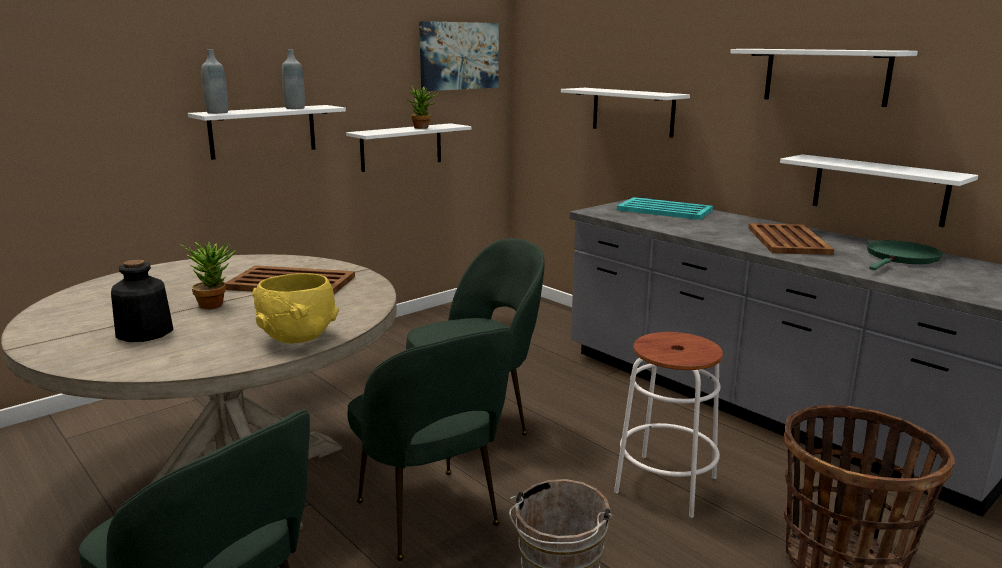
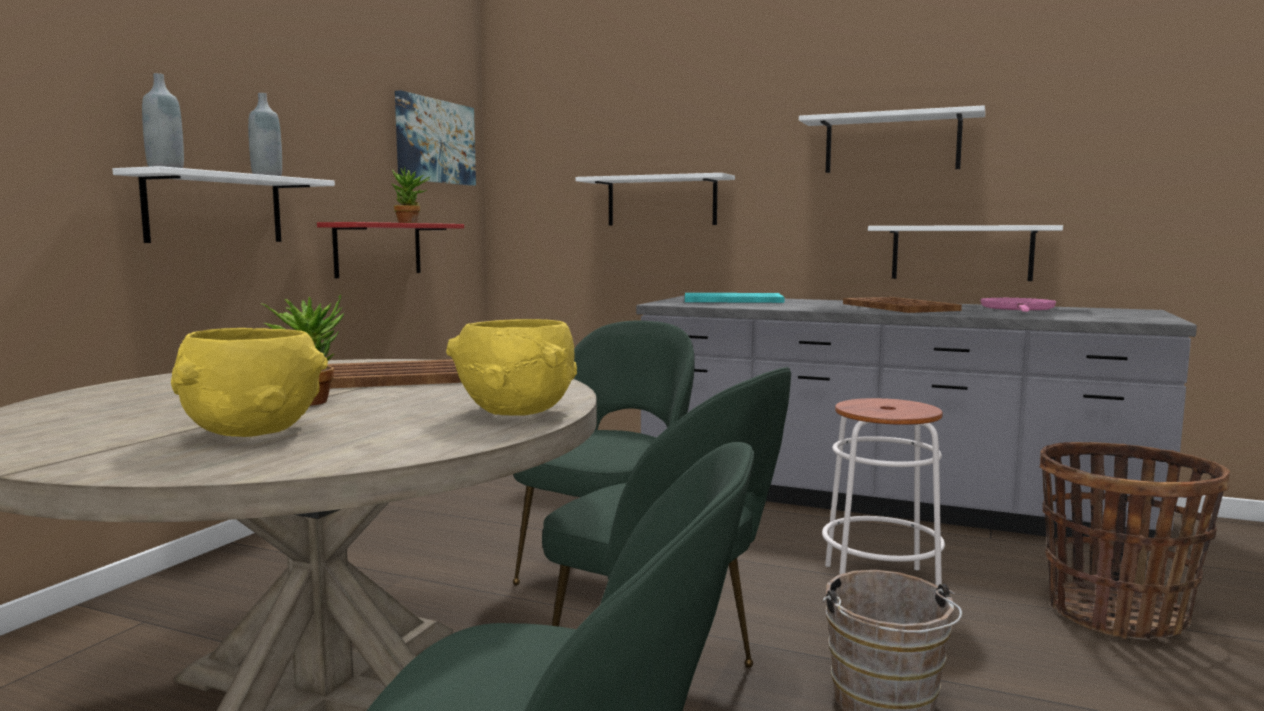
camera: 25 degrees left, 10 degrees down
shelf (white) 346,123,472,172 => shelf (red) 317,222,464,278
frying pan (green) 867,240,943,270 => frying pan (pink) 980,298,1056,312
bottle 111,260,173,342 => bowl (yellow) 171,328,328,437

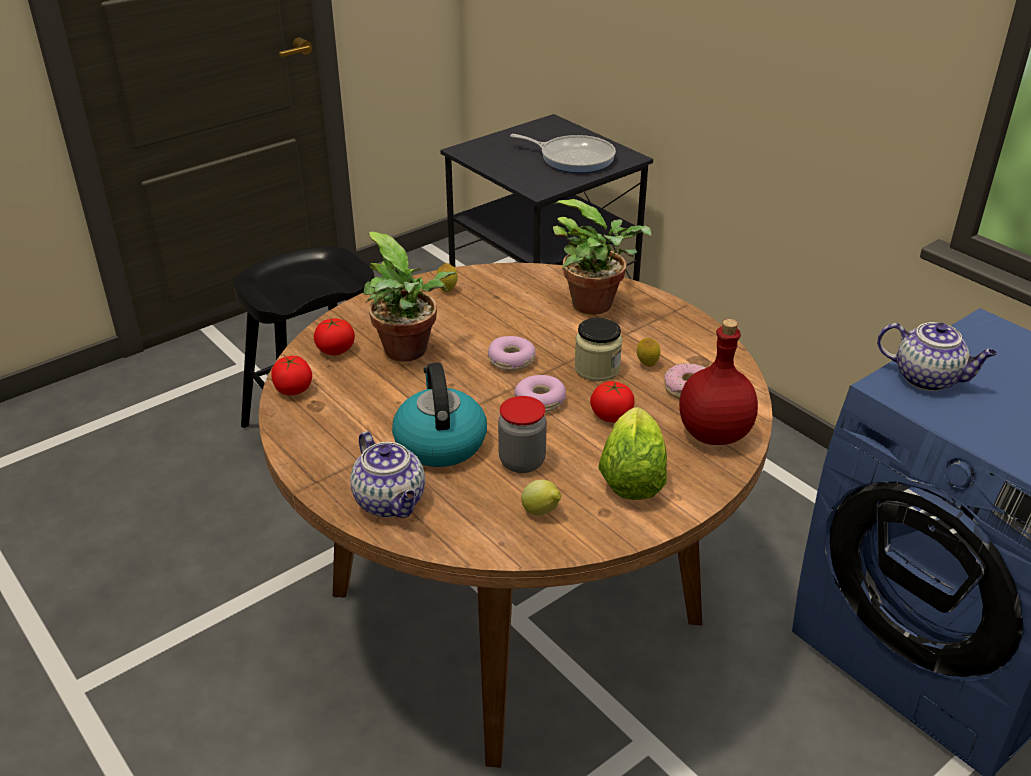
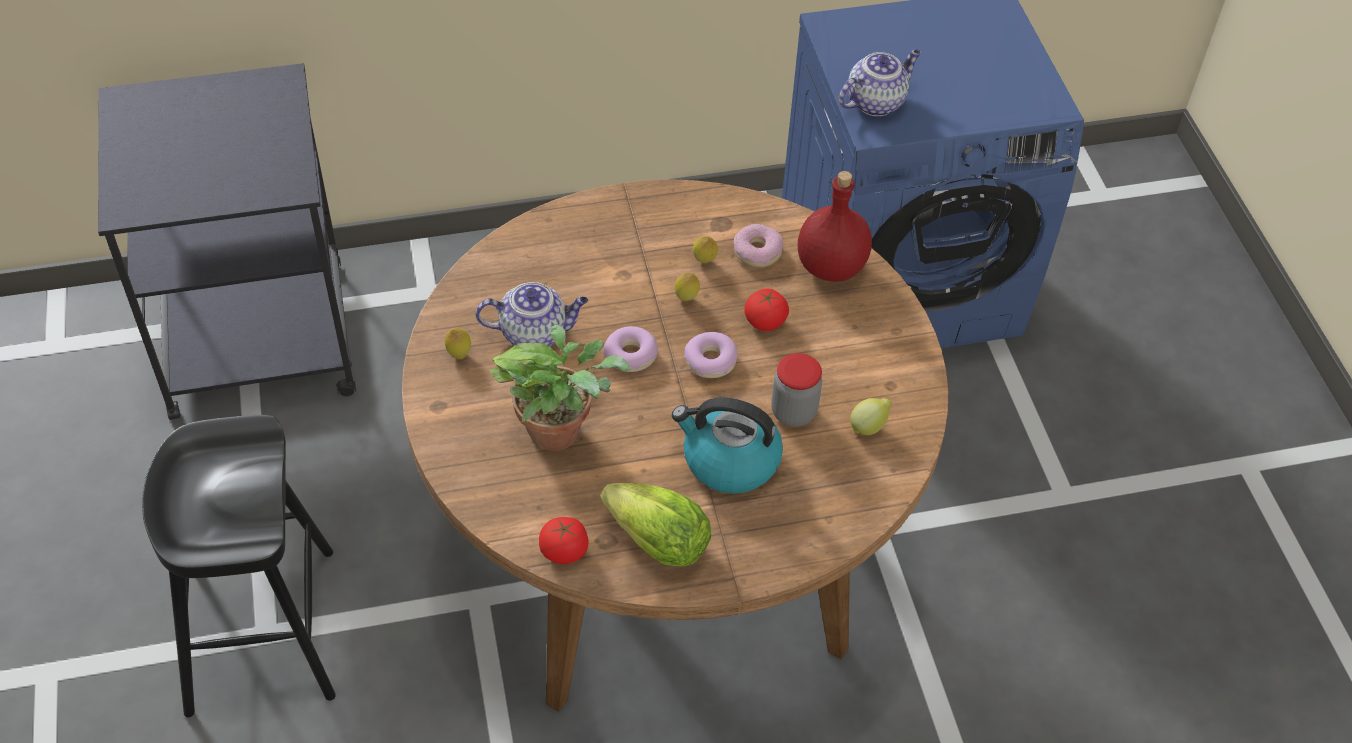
camera: 65 degrees left, 15 degrees up
frying pan 510,134,616,173 => nothing
potted plant 553,199,651,315 => nothing
tomato 314,318,355,355 => nothing
jar 574,318,622,381 => lemon 675,273,700,301
lettuce 598,407,667,500 => lettuce 600,483,711,567, shifted
teapot 350,431,425,518 => teapot 475,282,588,347, shifted

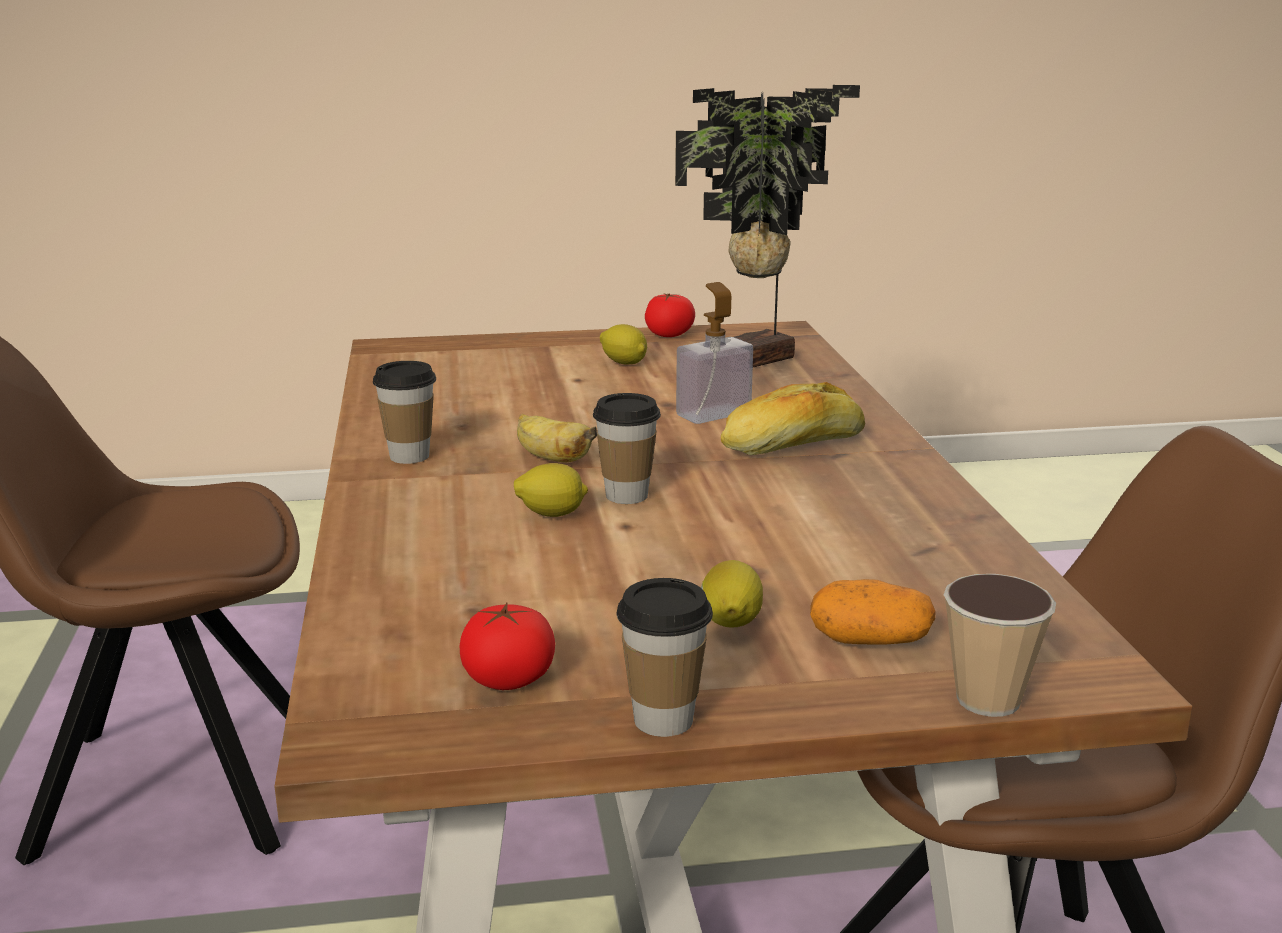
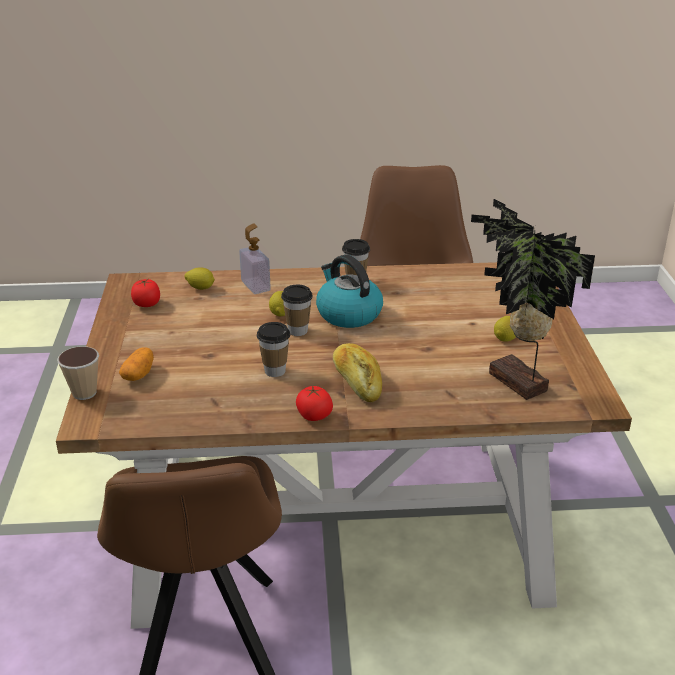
camera: 95 degrees right, 10 degrees up
soap dispenser 676,282,753,424 => soap dispenser 239,223,271,294, shifted
tomato 645,293,695,337 => tomato 296,385,333,421, shifted
banana 517,414,597,462 => kettle 316,255,383,328
lemon 701,560,763,628 => lemon 185,267,215,290, shifted
cup 616,578,713,737 => cup 257,322,290,377, shifted

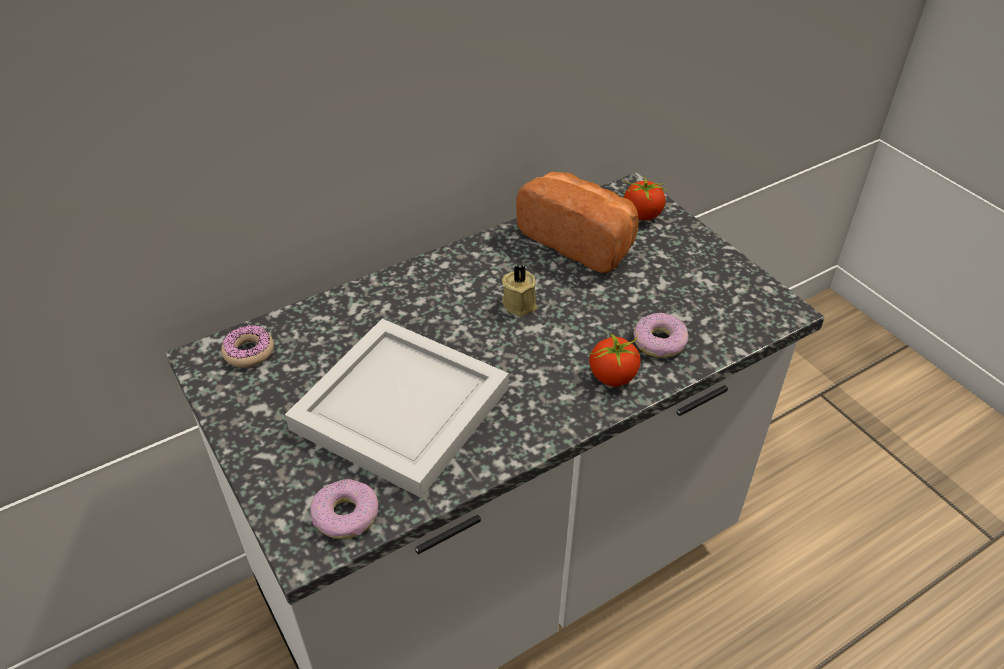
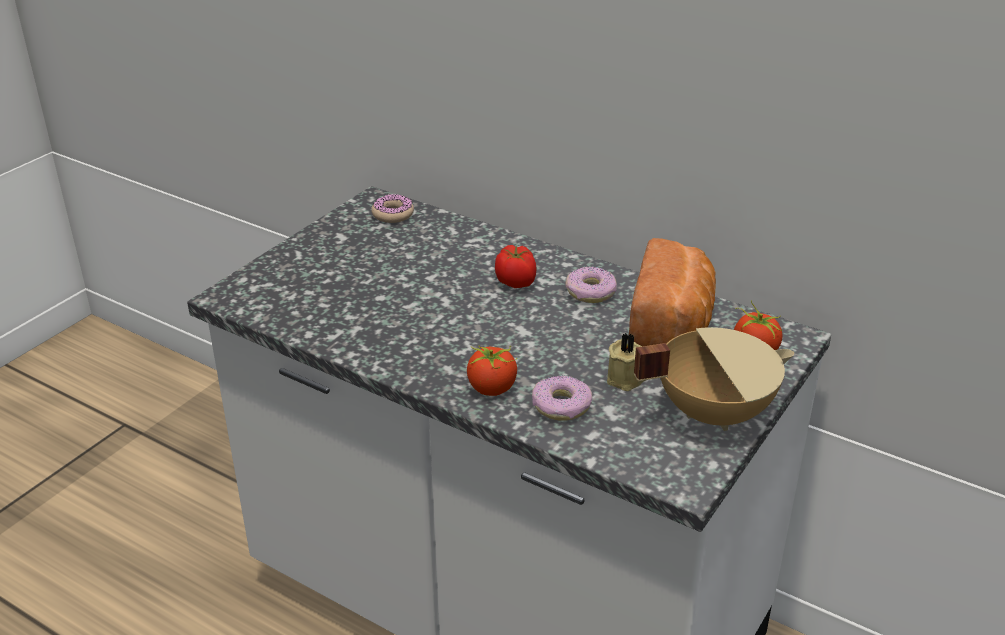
camera: 65 degrees right, 10 degrees down
candle (beige) 502,265,537,317 => candle (beige) 607,333,646,391, shifted
tray (white) 285,319,509,498 => nothing
donut 310,479,378,539 => donut 565,266,617,303, shifted
nothing => tomato 495,245,536,288
nothing => cooking pot (beige) 634,327,794,431

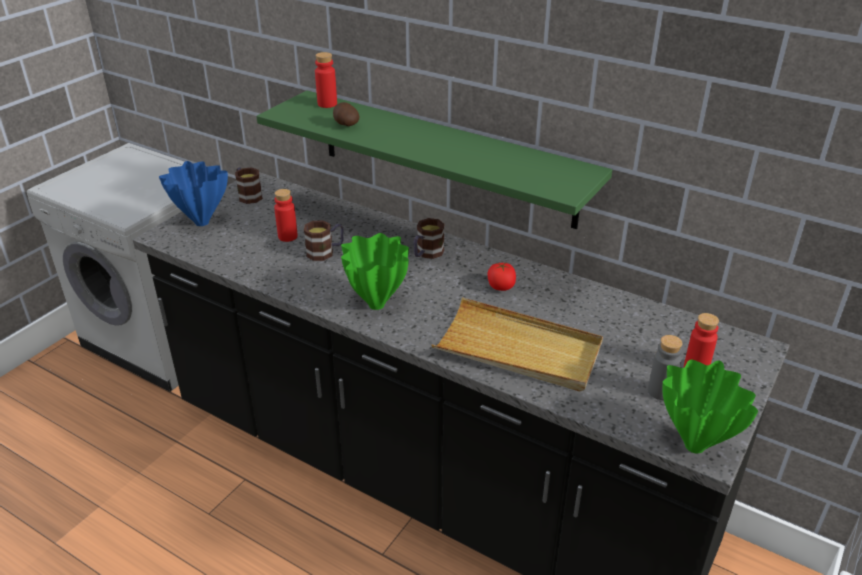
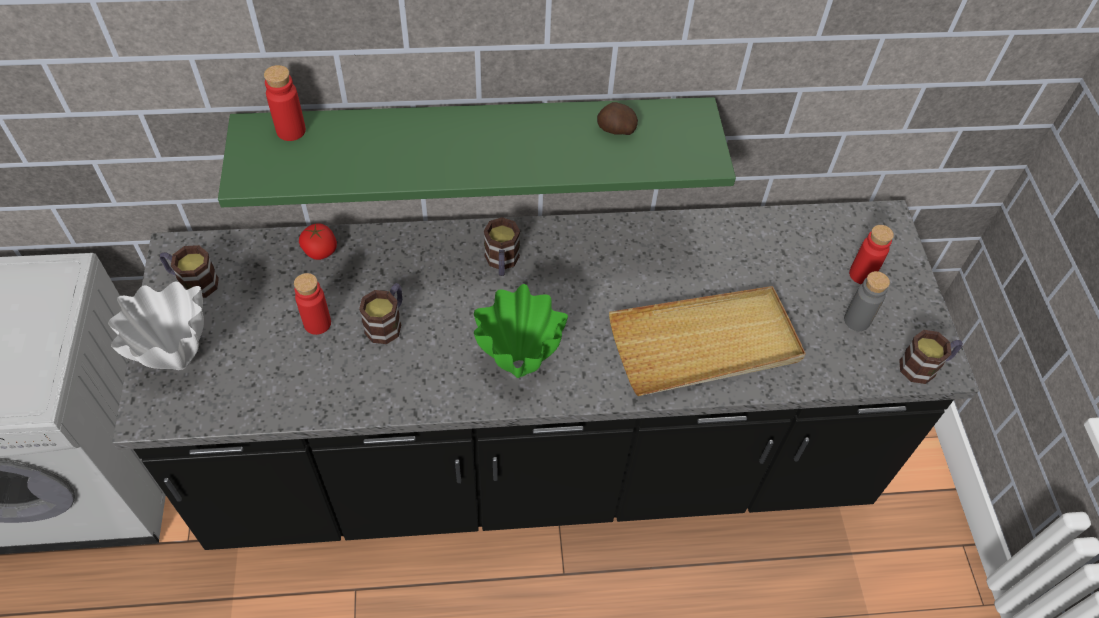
camera: 40 degrees left, 20 degrees up
potato 333,102,360,126 => potato 597,102,638,135, shifted
vase (blue) 159,161,228,226 => vase (white) 108,282,204,370
tomato 487,263,516,291 => tomato 299,223,337,260, shifted
vase (green) 662,360,758,453 => mug 899,330,963,384

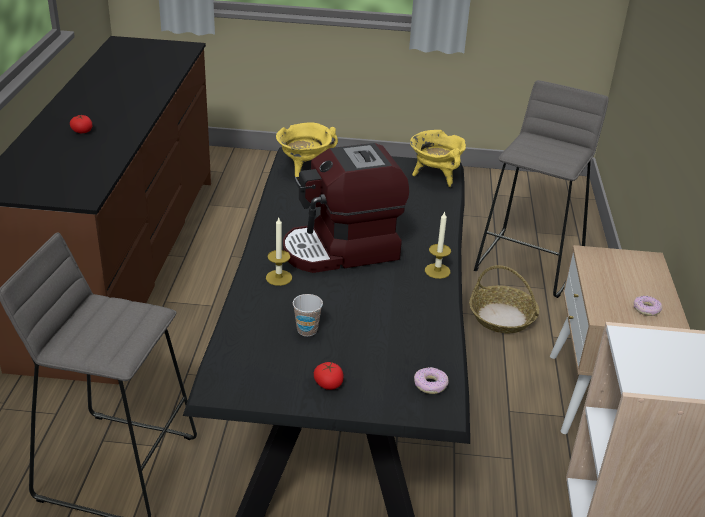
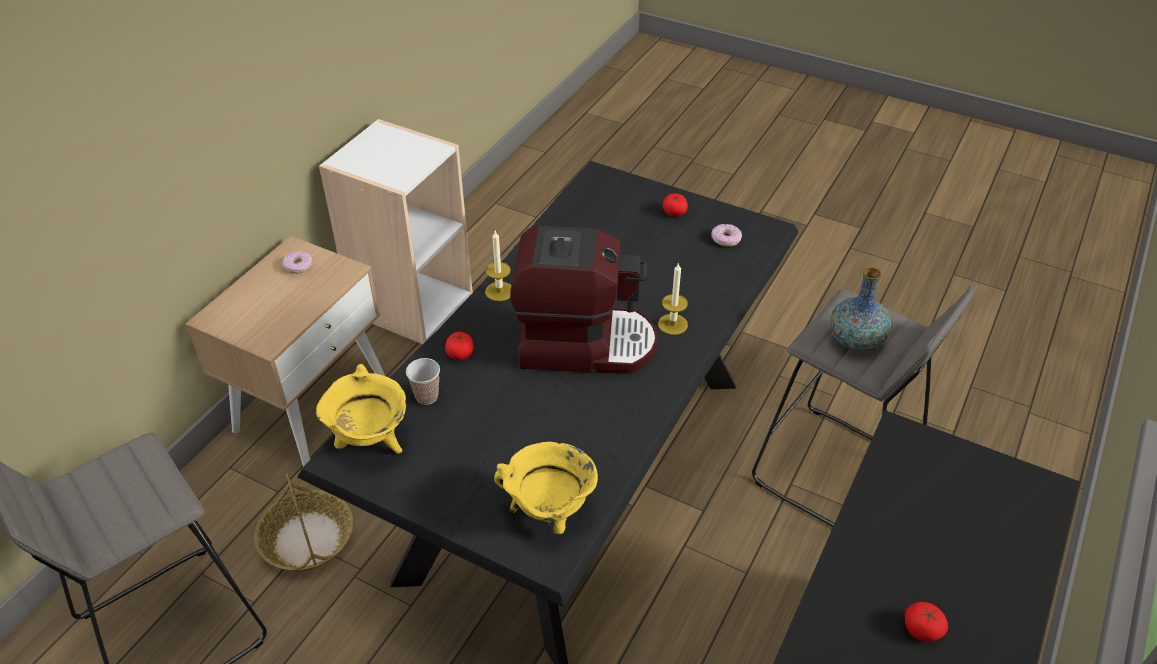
camera: 155 degrees left, 10 degrees up
cup 293,294,323,336 => cup 406,358,440,405, shifted
donut 414,367,448,394 => donut 711,224,742,247, shifted
nothing => vase 830,267,892,351
nothing => tomato 445,332,474,360

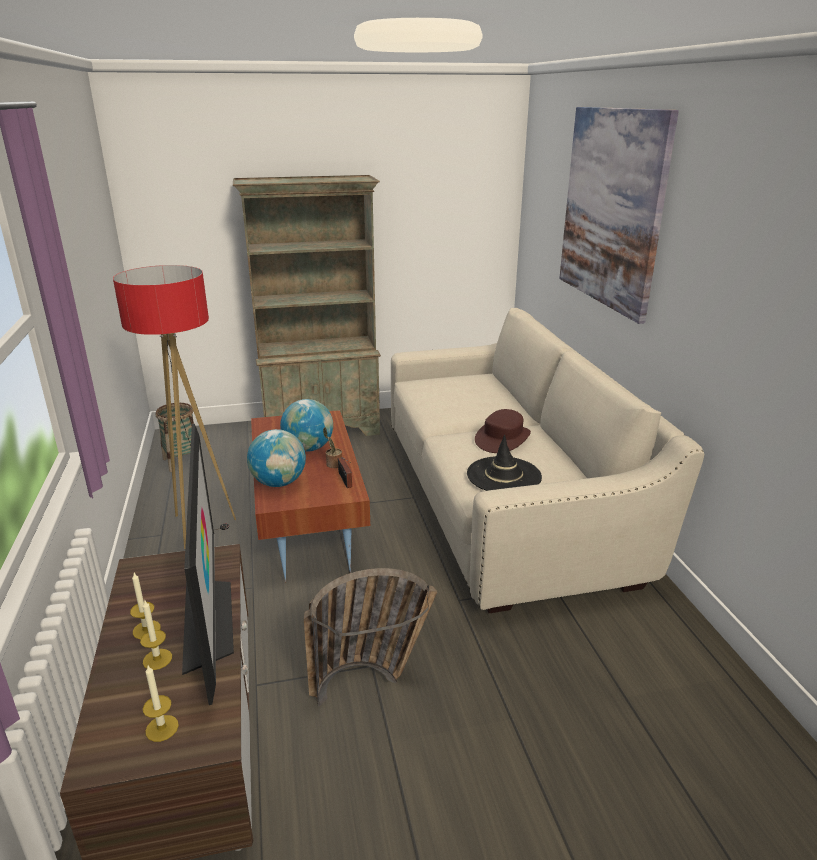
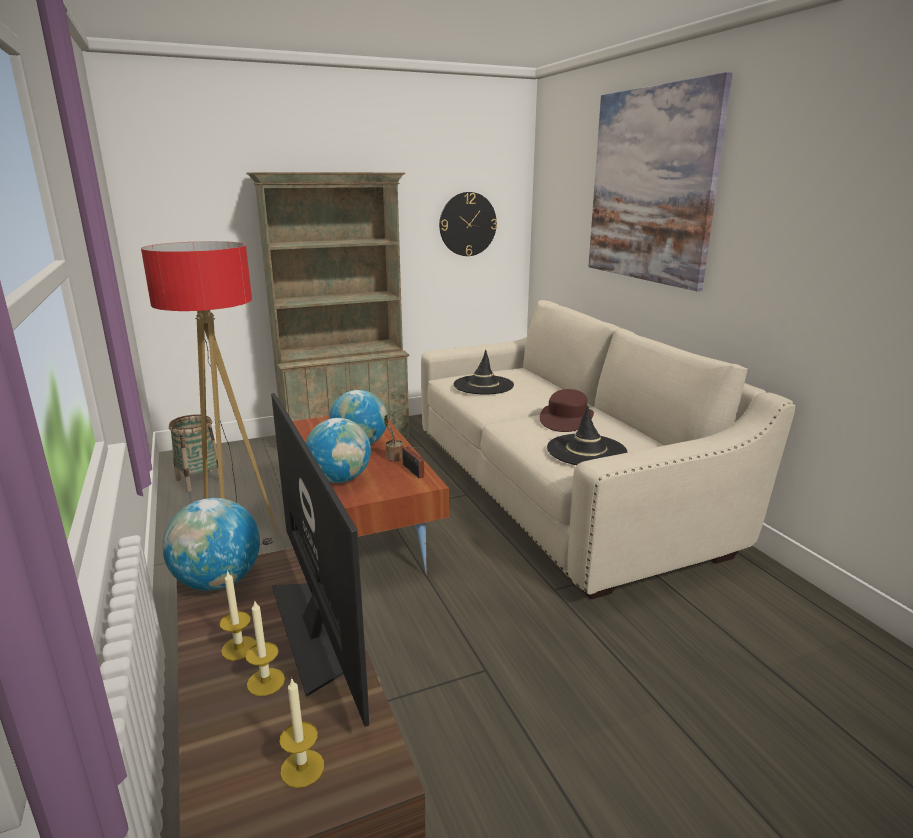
camera: 10 degrees left, 5 degrees down
basket 304,568,438,707 => nothing
nothing => wall clock 439,192,497,256
nothing => hat (black) 454,350,514,395
nothing => globe 162,498,260,591

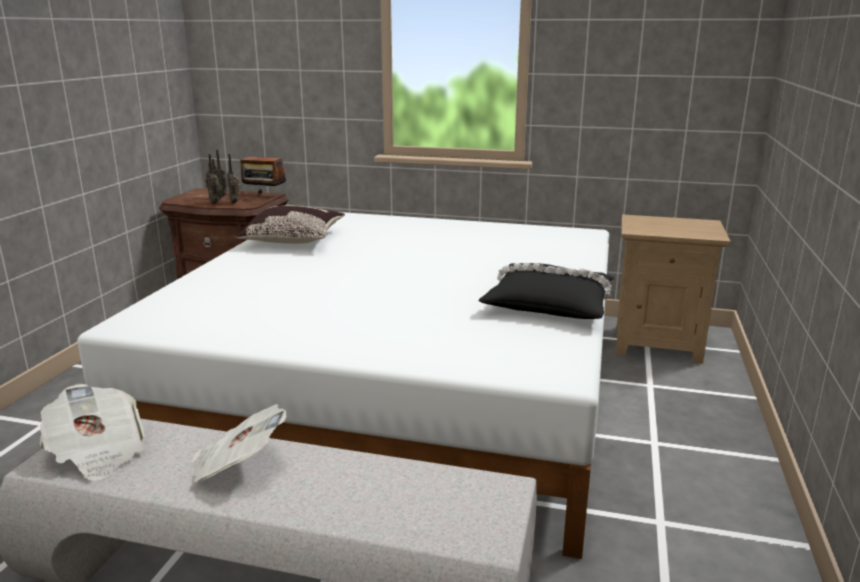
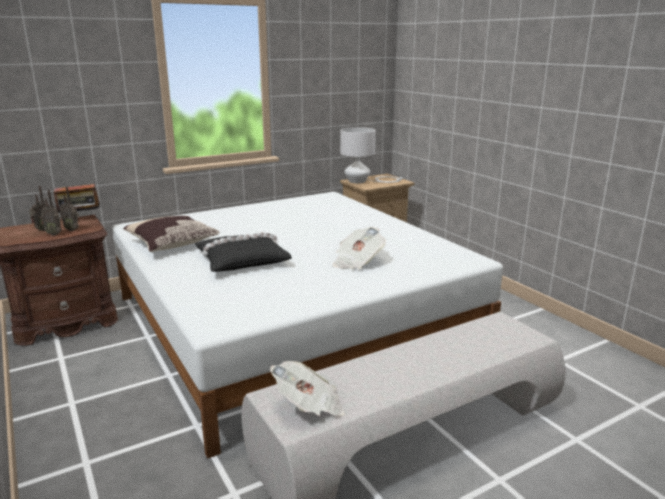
camera: 45 degrees left, 0 degrees up
pillow (black) 479,263,614,319 => pillow (black) 195,232,292,272, shifted
newspaper 192,404,286,483 => newspaper 333,227,386,269, shifted
nothing => table lamp (white) 340,127,403,183

